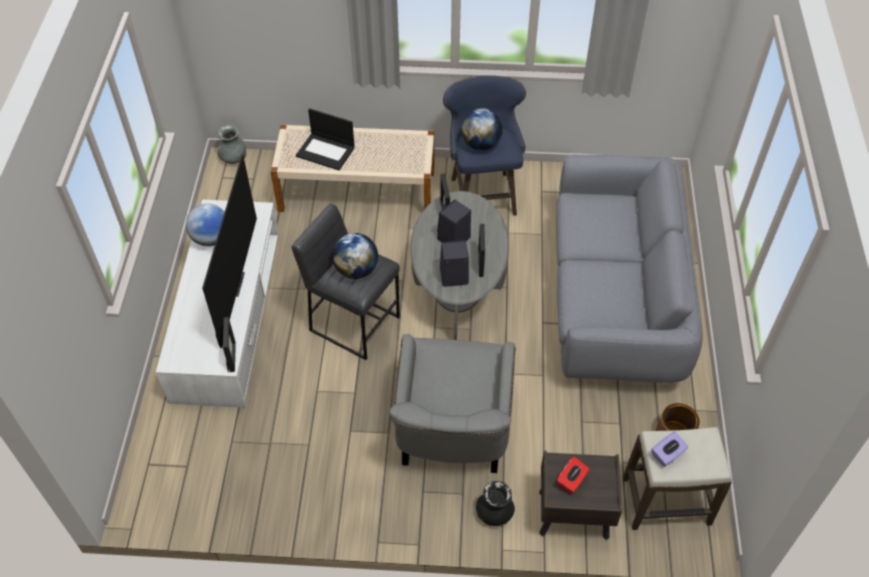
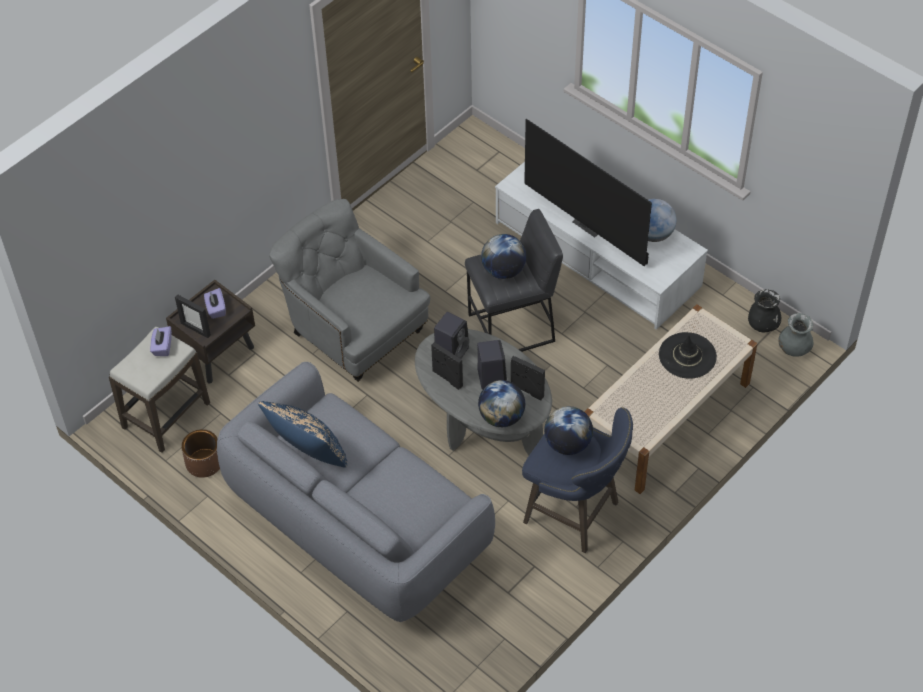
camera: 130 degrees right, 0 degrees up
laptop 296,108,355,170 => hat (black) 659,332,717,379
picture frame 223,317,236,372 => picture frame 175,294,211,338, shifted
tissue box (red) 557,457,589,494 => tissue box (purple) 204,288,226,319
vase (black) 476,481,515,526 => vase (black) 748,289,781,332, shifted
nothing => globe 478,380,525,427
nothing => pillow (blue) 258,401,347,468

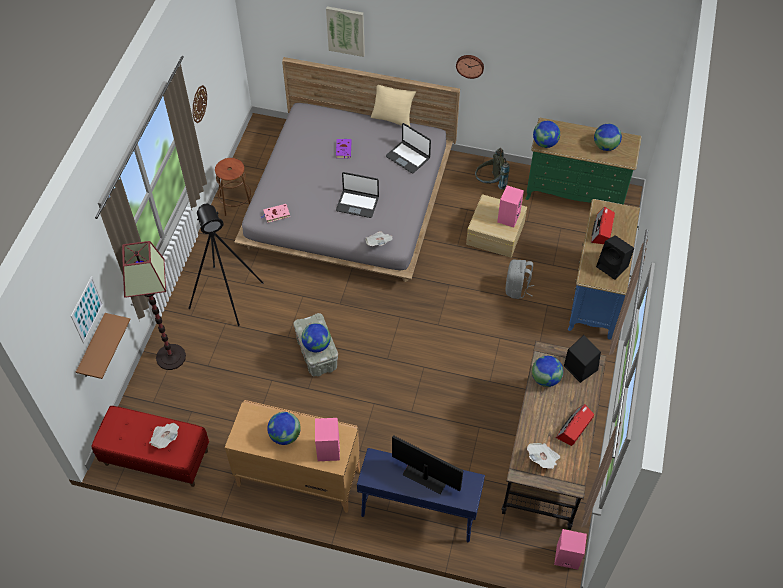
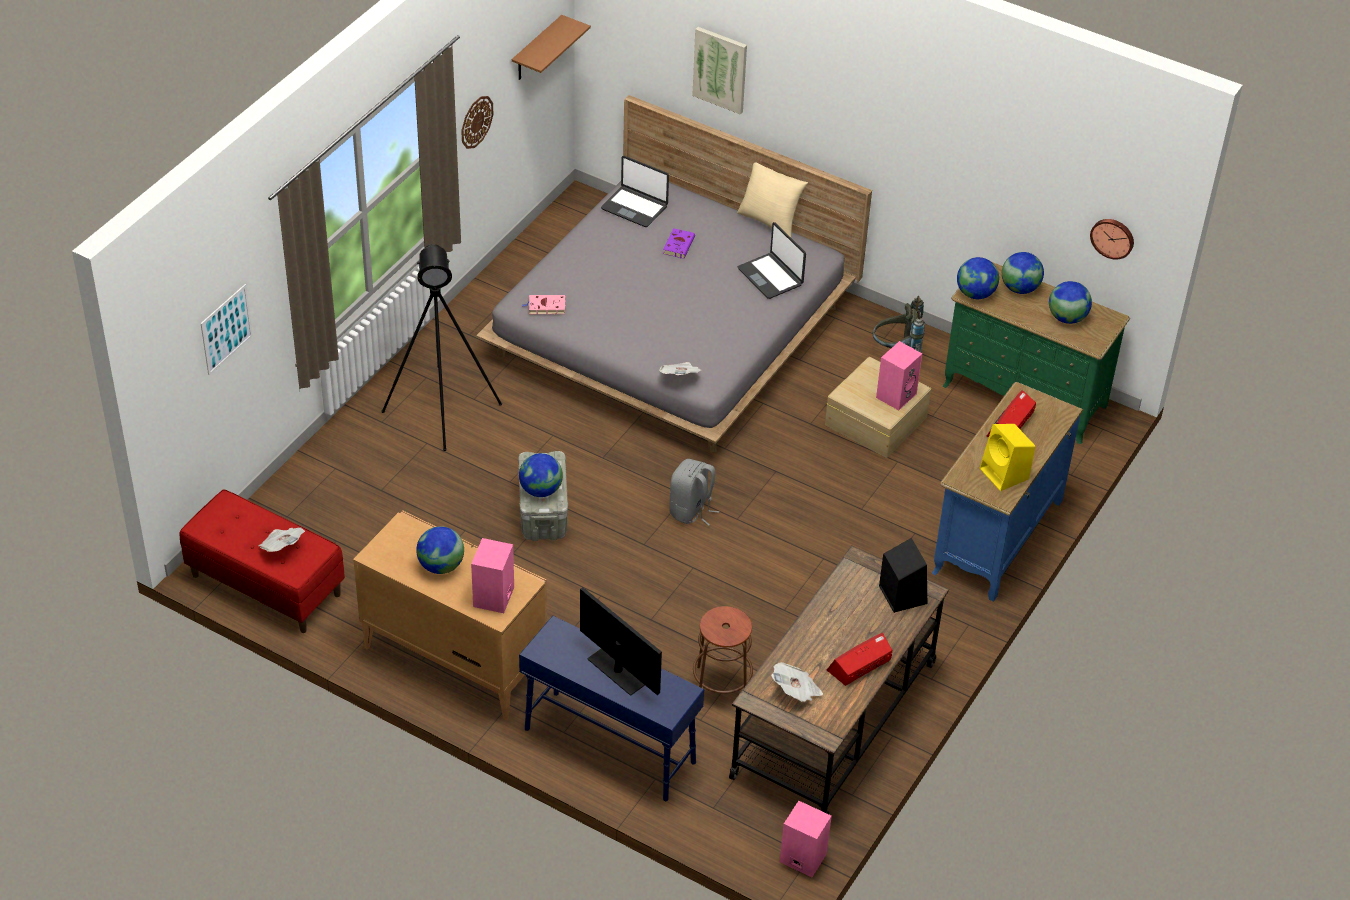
camera: 15 degrees right, 10 degrees down
wall clock 456,55,484,79 => wall clock 1090,219,1134,260, shifted
stool (brown) 215,158,251,216 => stool (brown) 693,606,753,694, shifted
laptop 336,172,379,218 => laptop 601,156,669,227, shifted
speaker (black) 596,235,634,280 => speaker (yellow) 980,424,1035,491
floor lamp 122,241,186,370 => nothing
backpack (grey) 505,260,534,299 => backpack (grey) 669,459,720,526, shifted
shelf (brown) 76,313,131,379 => shelf (brown) 512,15,591,80, shifted
globe 532,356,563,387 => globe 1002,252,1044,294, shifted

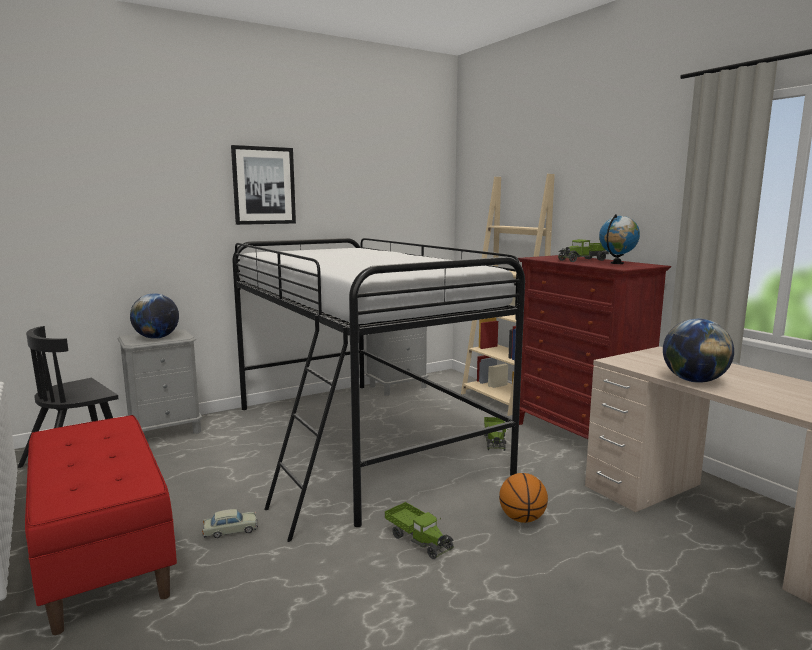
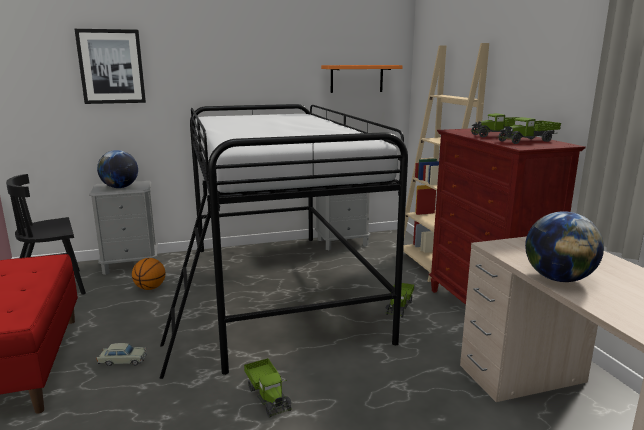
camera: 15 degrees right, 5 degrees up
picture 231,145,296,225 => picture 75,29,146,104, shifted
globe 599,214,640,264 => toy truck 498,117,561,144
basketball 499,473,548,523 => basketball 132,258,165,290, shifted
nothing => shelf (orange) 321,65,403,93

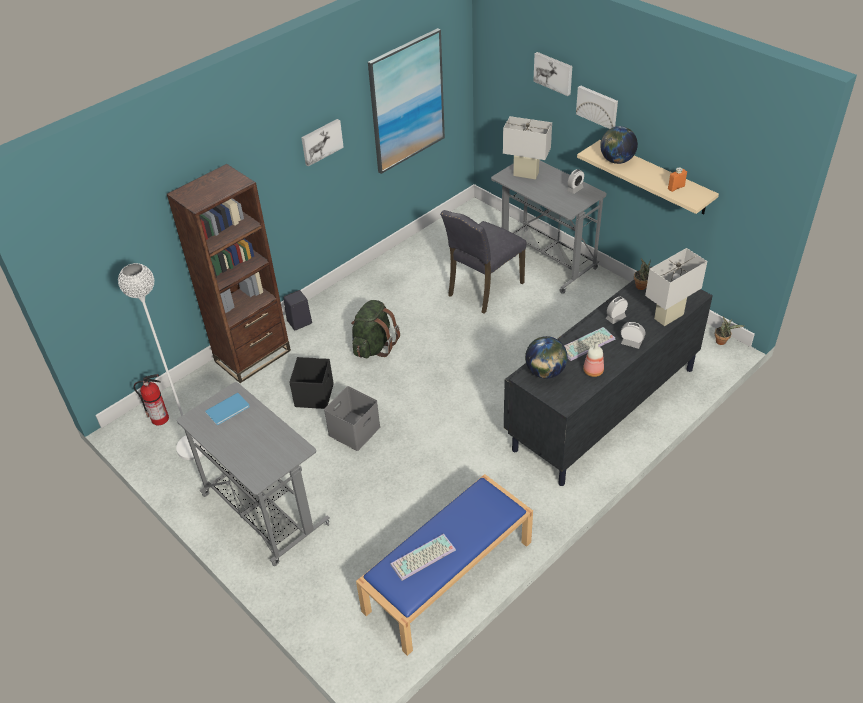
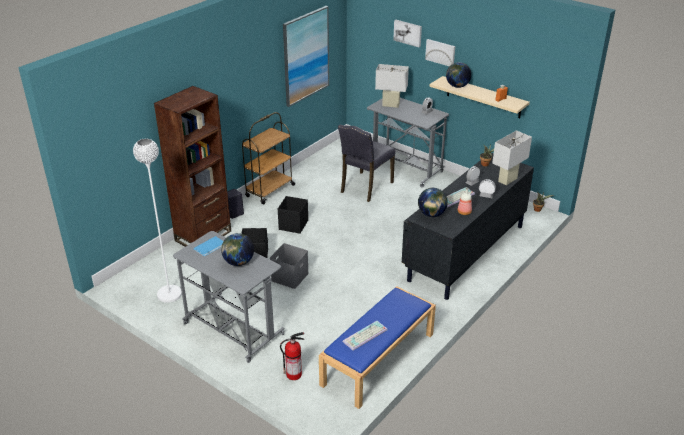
camera: 10 degrees left, 10 degrees down
picture 301,119,344,166 => nothing
backpack (green) 351,300,400,358 => storage box (black) 278,196,308,234
fire extinguisher 133,374,169,425 => fire extinguisher 280,332,304,380, shifted
nothing => cart (brown) 242,112,295,205
nothing => globe 221,233,254,266

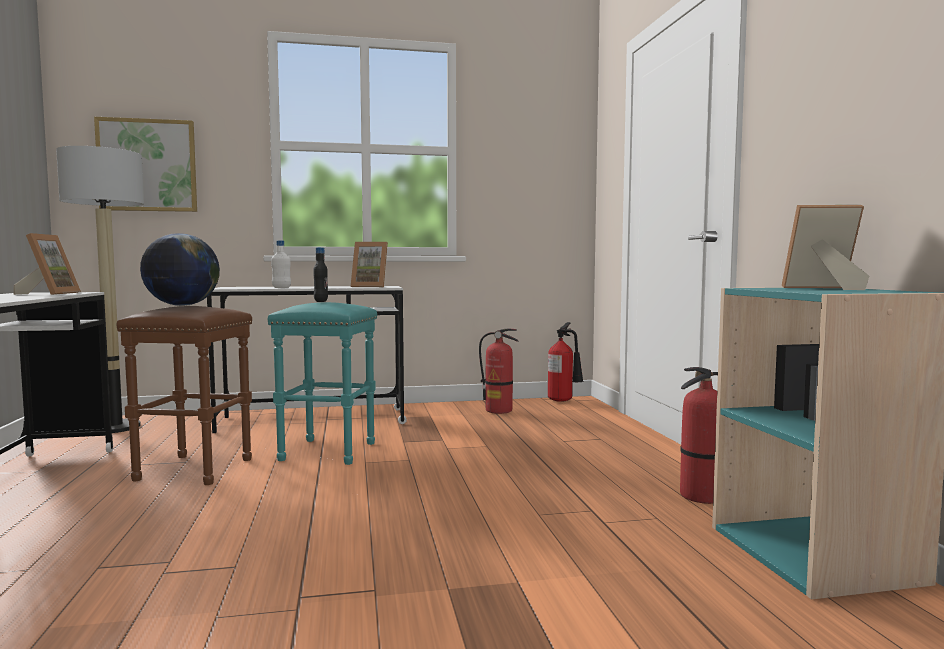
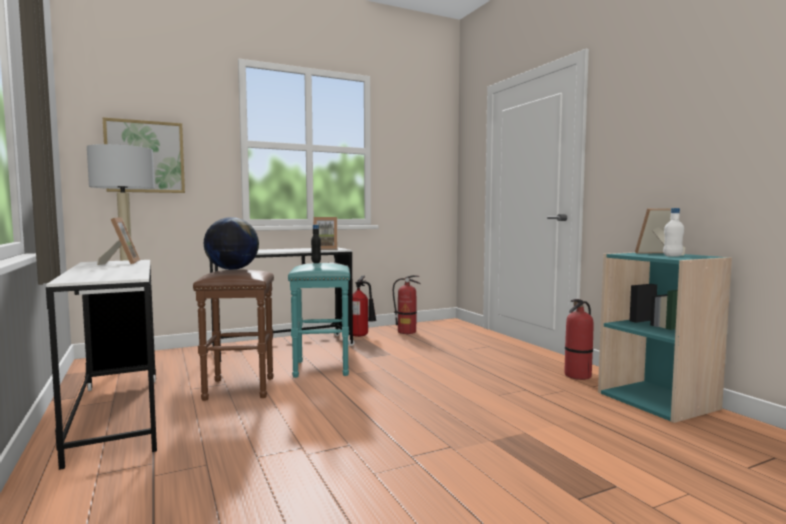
camera: 15 degrees left, 0 degrees up
bottle (white) 271,240,291,288 => bottle (white) 663,208,684,256, shifted
fire extinguisher 548,322,583,402 => fire extinguisher 353,275,376,337, shifted

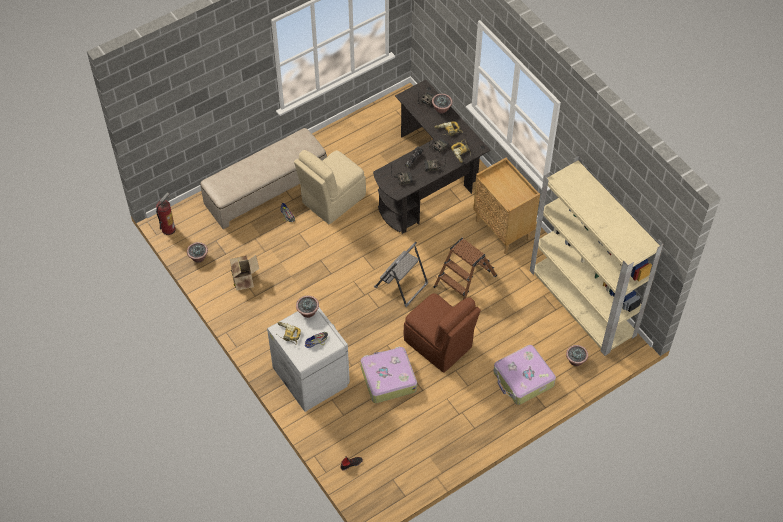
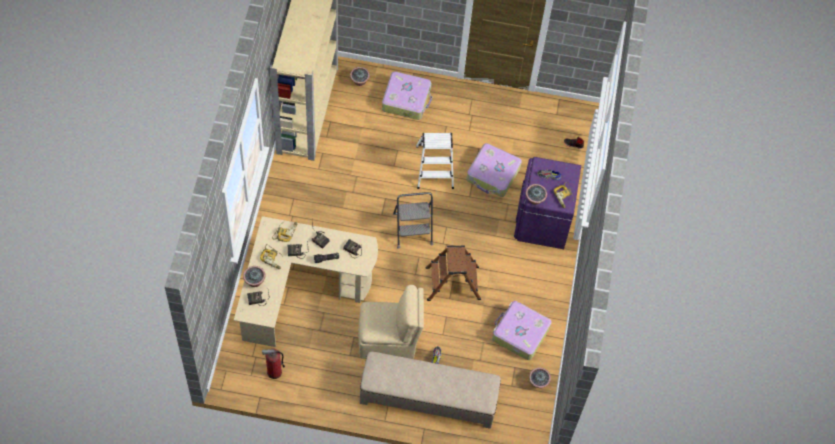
camera: 140 degrees left, 5 degrees up
desk (black) 373,80,491,234 => desk (beige) 234,216,378,347
cabinet (brown) 473,157,540,254 => nothing
fire extinguisher 156,193,176,235 => fire extinguisher 262,348,285,379, shifted
step ladder (brown) 433,238,497,300 => step ladder (brown) 425,246,481,301, shifted
cardboard box 230,255,259,290 => suitcase 492,301,552,360
chair (brown) 404,293,481,373 => step ladder (white) 416,133,454,189
washing machine (white) 267,308,350,412 => washing machine (purple) 514,157,581,249

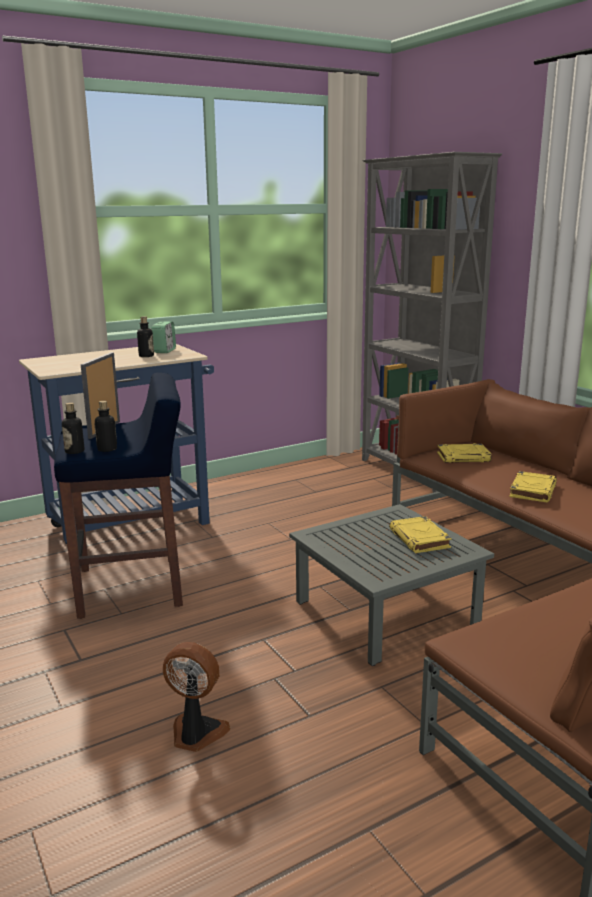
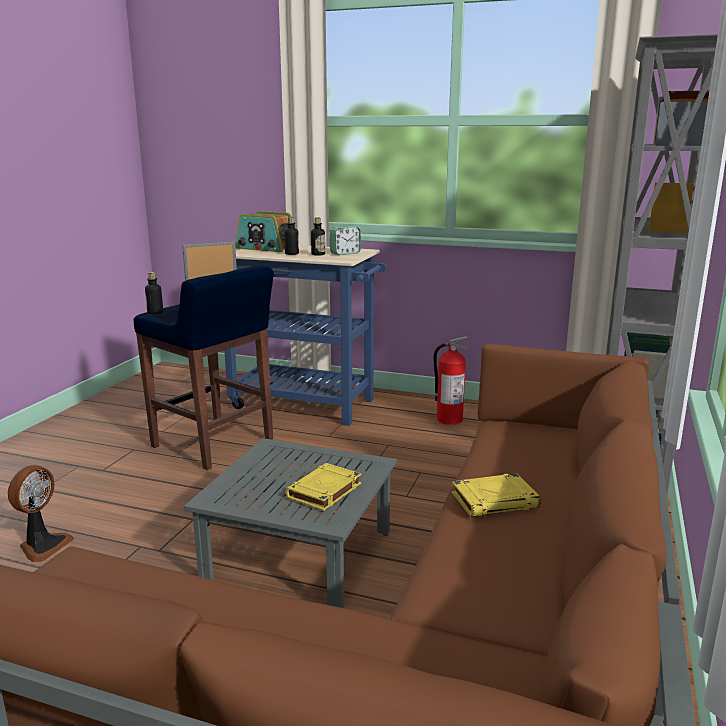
camera: 50 degrees right, 0 degrees up
bottle 95,401,117,452 => bottle 284,217,299,255, shifted
book (yellow) 437,443,492,463 => nothing
fan 163,642,230,752 => fan 8,465,74,562, 45 degrees clockwise
nothing => radio 235,211,292,252
nothing => fire extinguisher 433,336,470,425

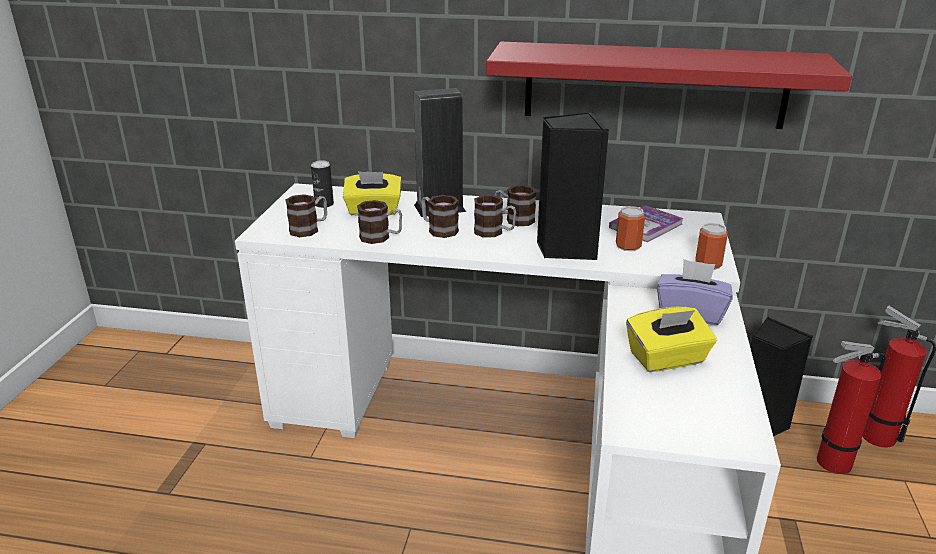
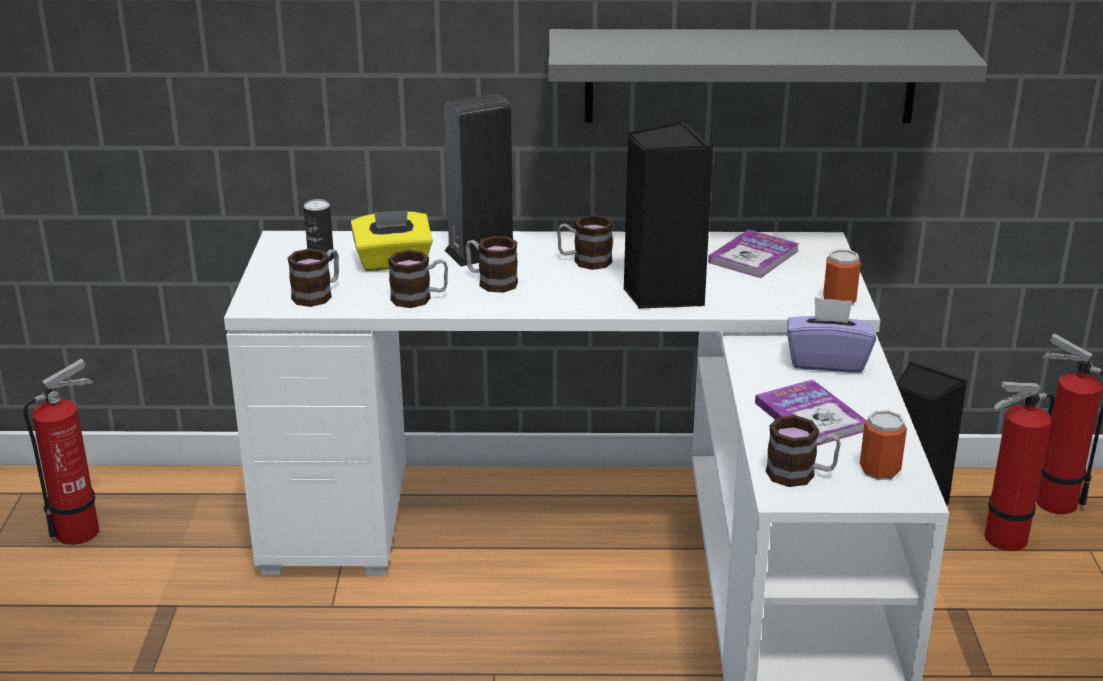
camera: 10 degrees left, 0 degrees up
shelf (red) 486,42,852,129 => shelf (grey) 548,29,988,123
mug 474,195,516,238 => mug 766,415,841,487, shifted
can 616,206,645,251 => can 860,410,907,480, shifted
tissue box (yellow) 626,306,717,372 => book 755,379,866,446
nothing => fire extinguisher 23,359,99,545

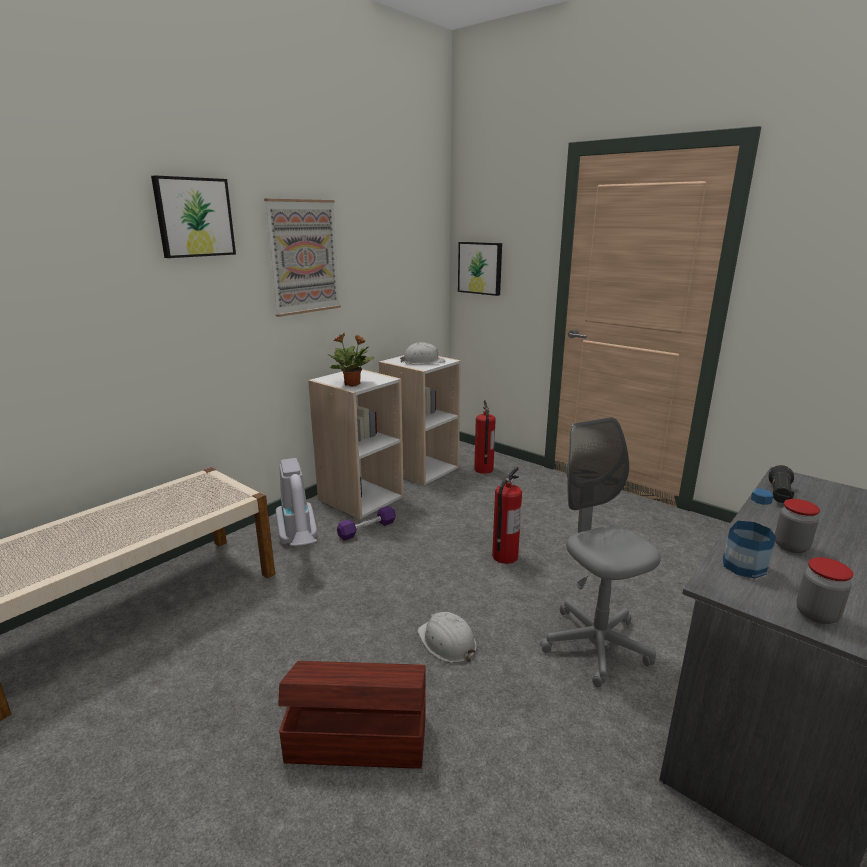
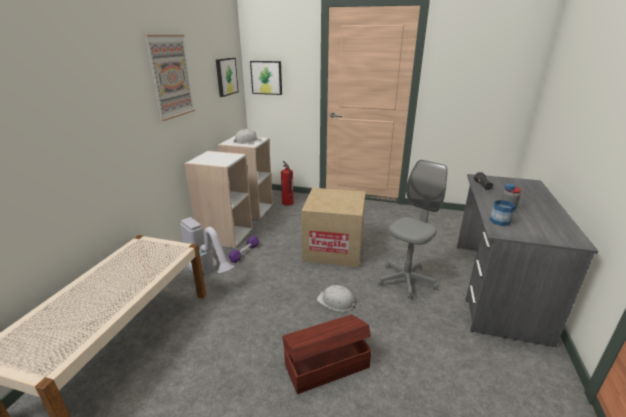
camera: 25 degrees left, 5 degrees up
picture 151,175,236,258 => picture 216,58,239,97, shifted
potted plant 327,333,375,387 => nothing
office chair (grey) 540,417,661,687 => office chair (grey) 379,160,448,300, 90 degrees clockwise
fire extinguisher 492,467,522,564 => cardboard box 301,188,366,267
jar 796,557,854,624 => nothing

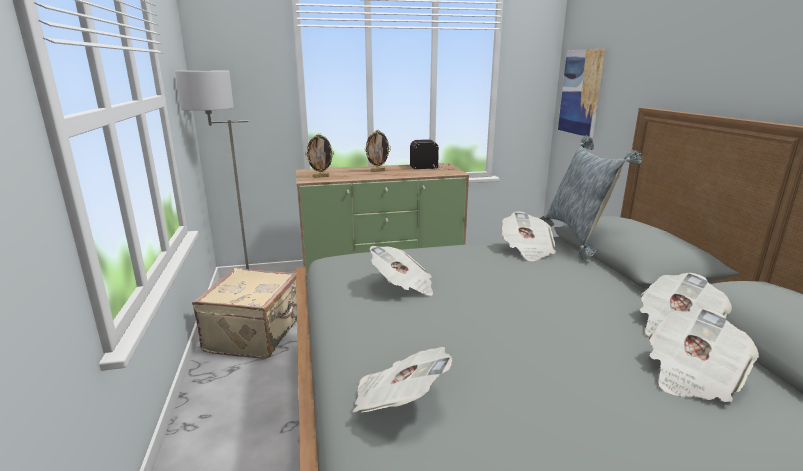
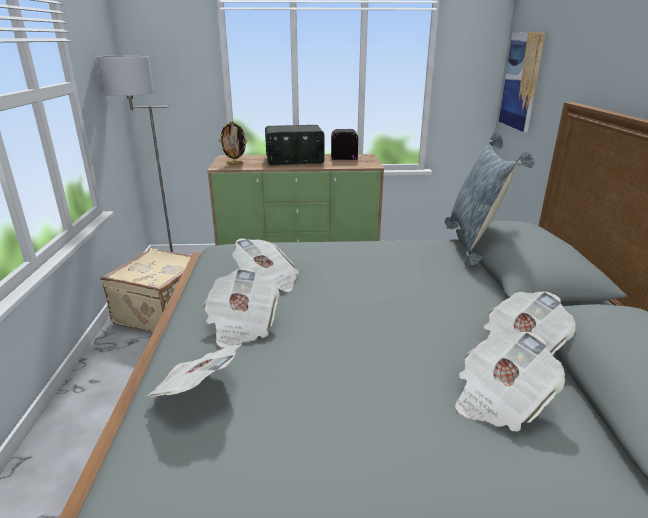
camera: 10 degrees right, 5 degrees up
picture frame 365,130,391,172 => radio 265,125,324,165
newspaper 502,211,556,261 => newspaper 203,268,280,348, shifted

